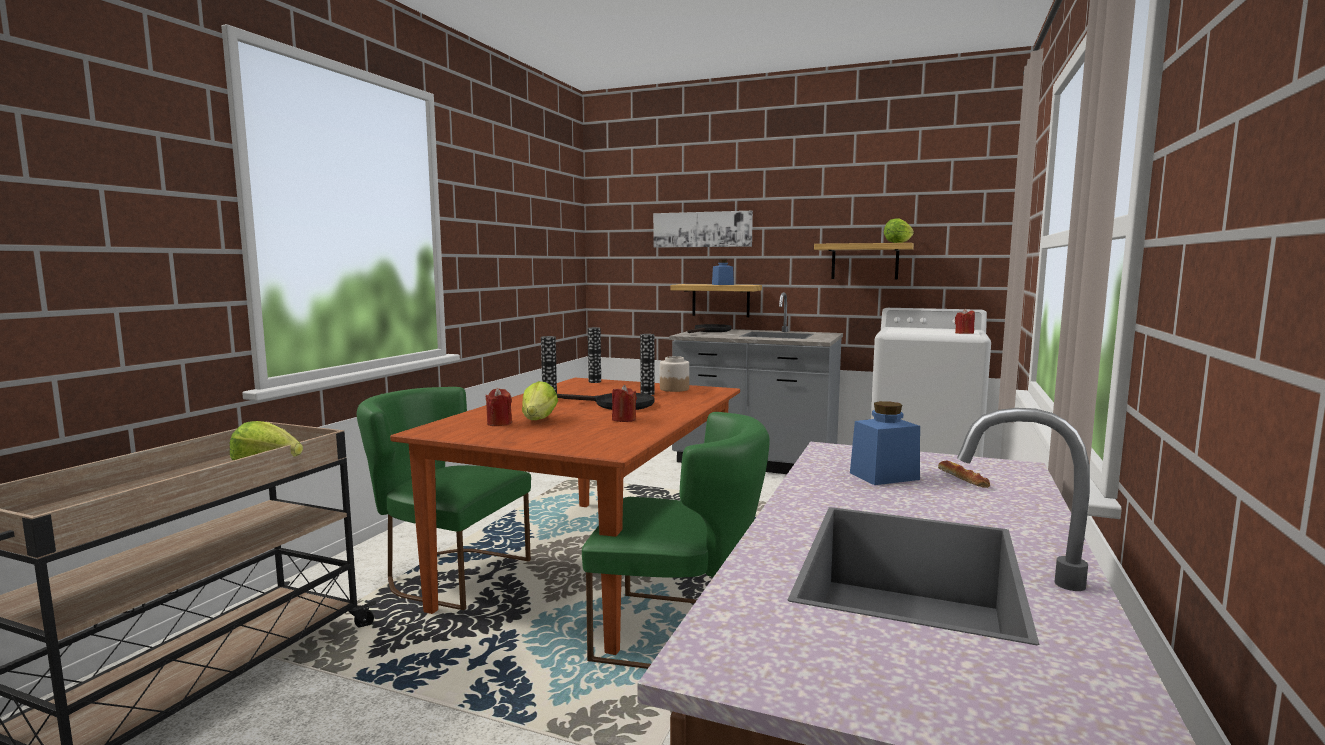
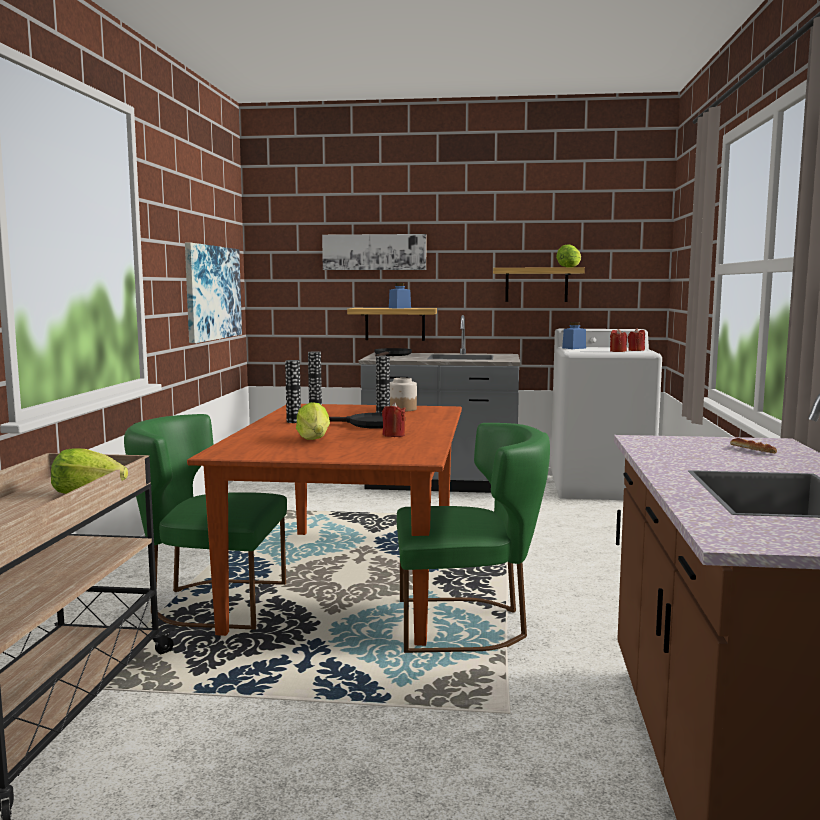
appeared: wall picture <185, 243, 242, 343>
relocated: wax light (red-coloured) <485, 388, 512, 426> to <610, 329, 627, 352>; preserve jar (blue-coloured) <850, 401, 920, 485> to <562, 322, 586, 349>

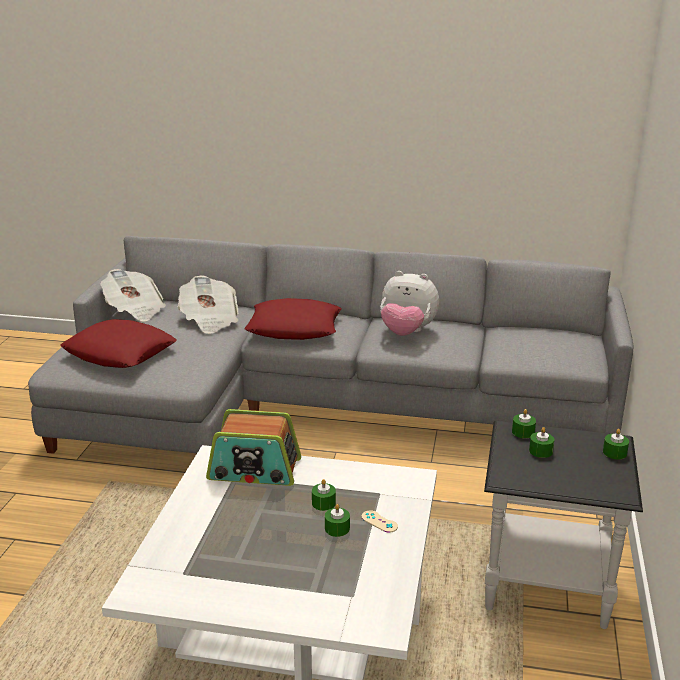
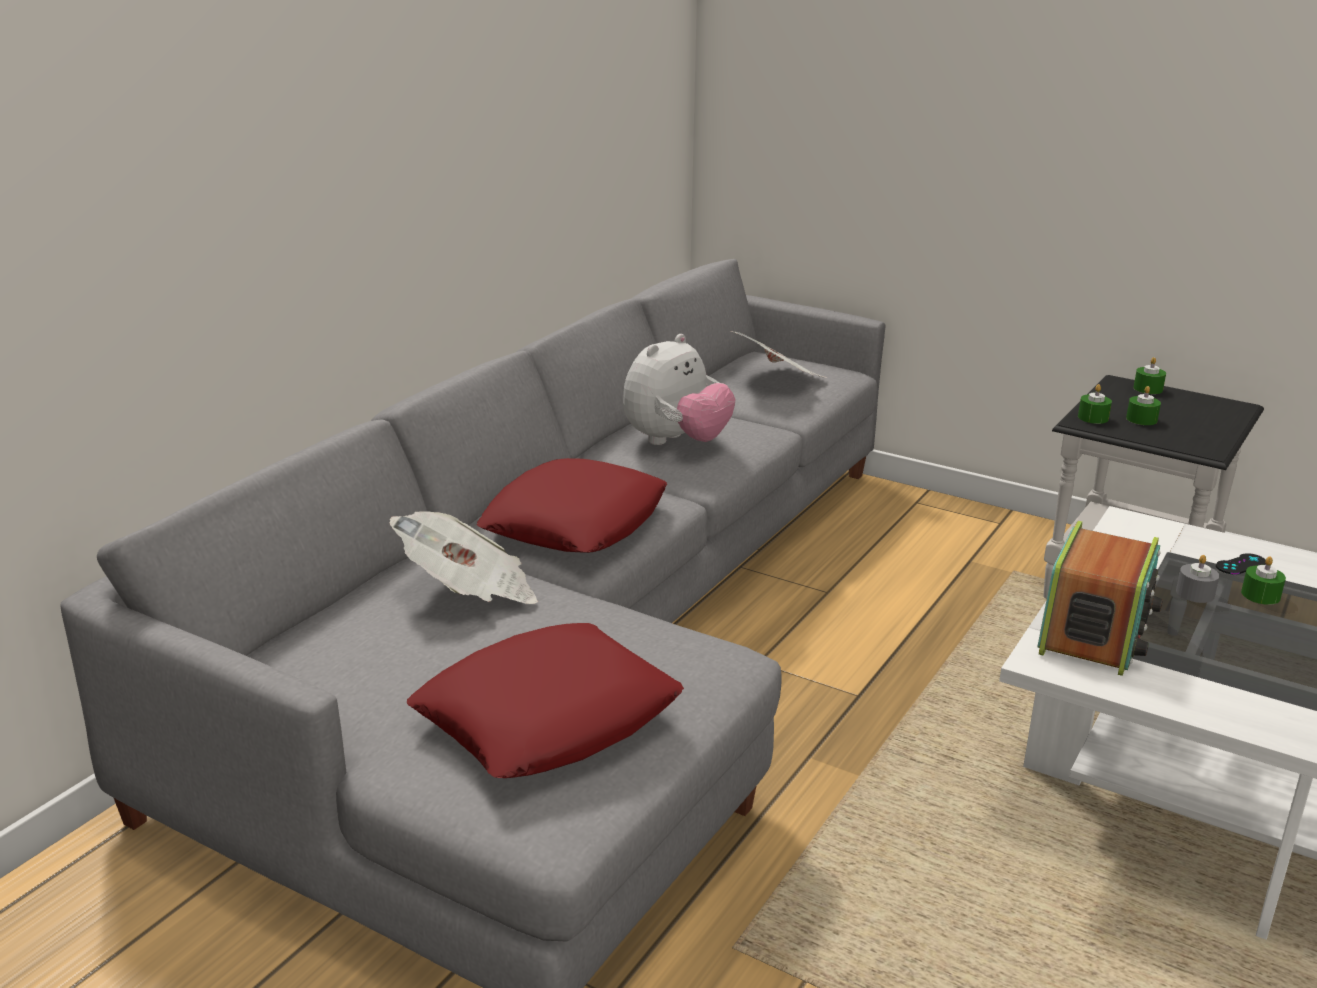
relocated: daily paper <100, 269, 166, 322> to <731, 331, 824, 377>
colour: wax light (greenish) <312, 479, 336, 511> to wax light (grey) <1176, 555, 1219, 603>; game controller (beige-coloured) <361, 511, 398, 533> to game controller (black-coloured) <1216, 553, 1266, 574>

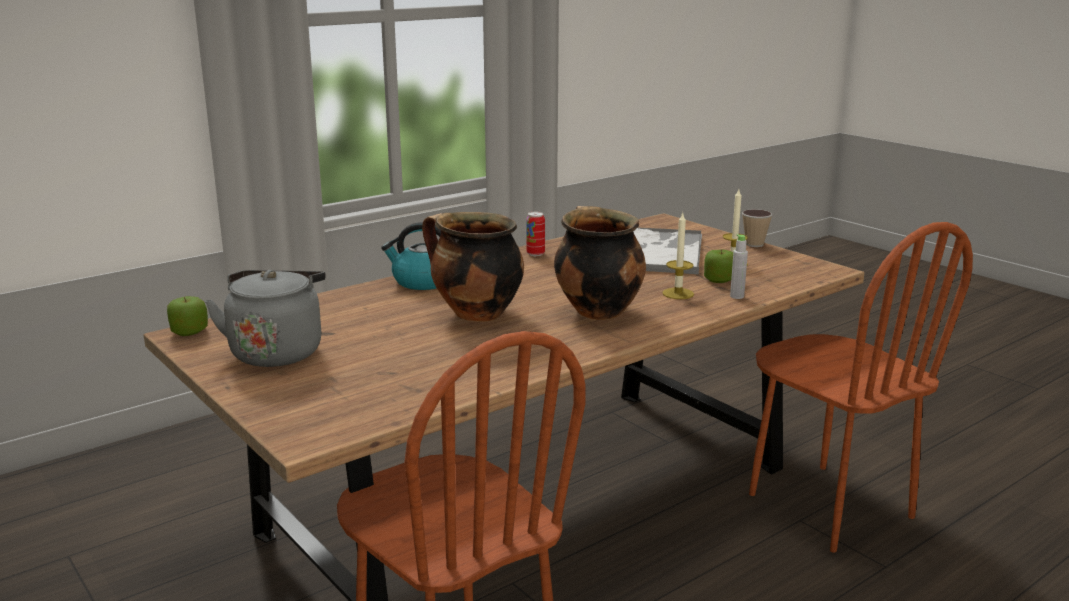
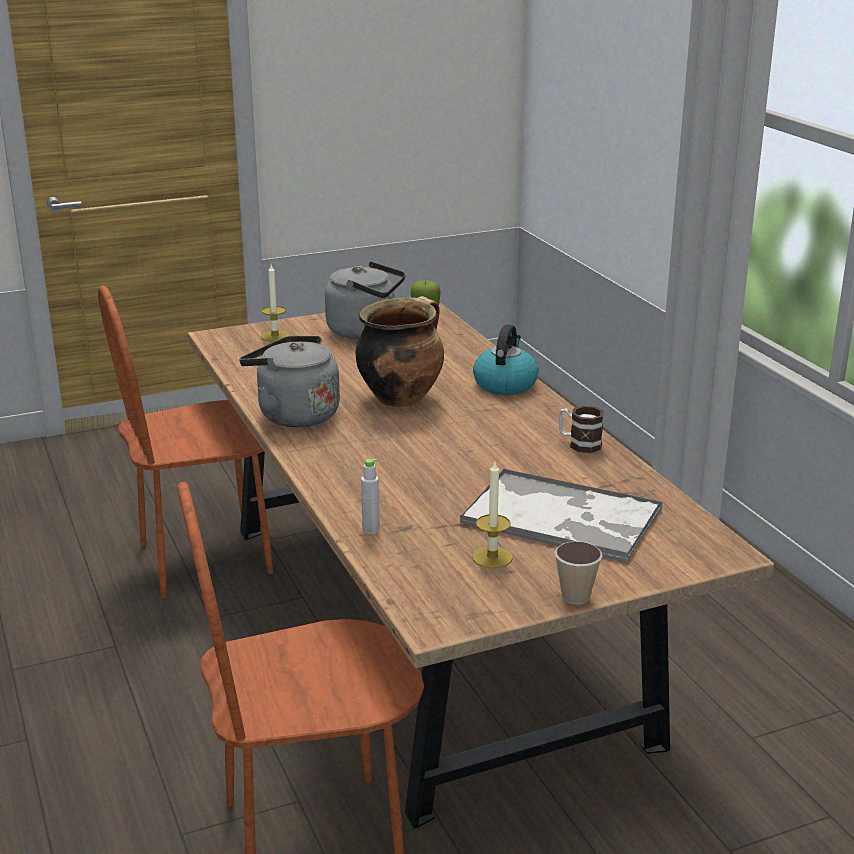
missing: stockpot <554, 206, 646, 320>; apple <704, 249, 733, 283>
appeared: kettle (grey) <239, 336, 340, 427>
relocated: wax light <662, 213, 694, 299> to <261, 265, 289, 342>
exchanged: sealed can <526, 212, 545, 256> to mug <559, 406, 604, 453>

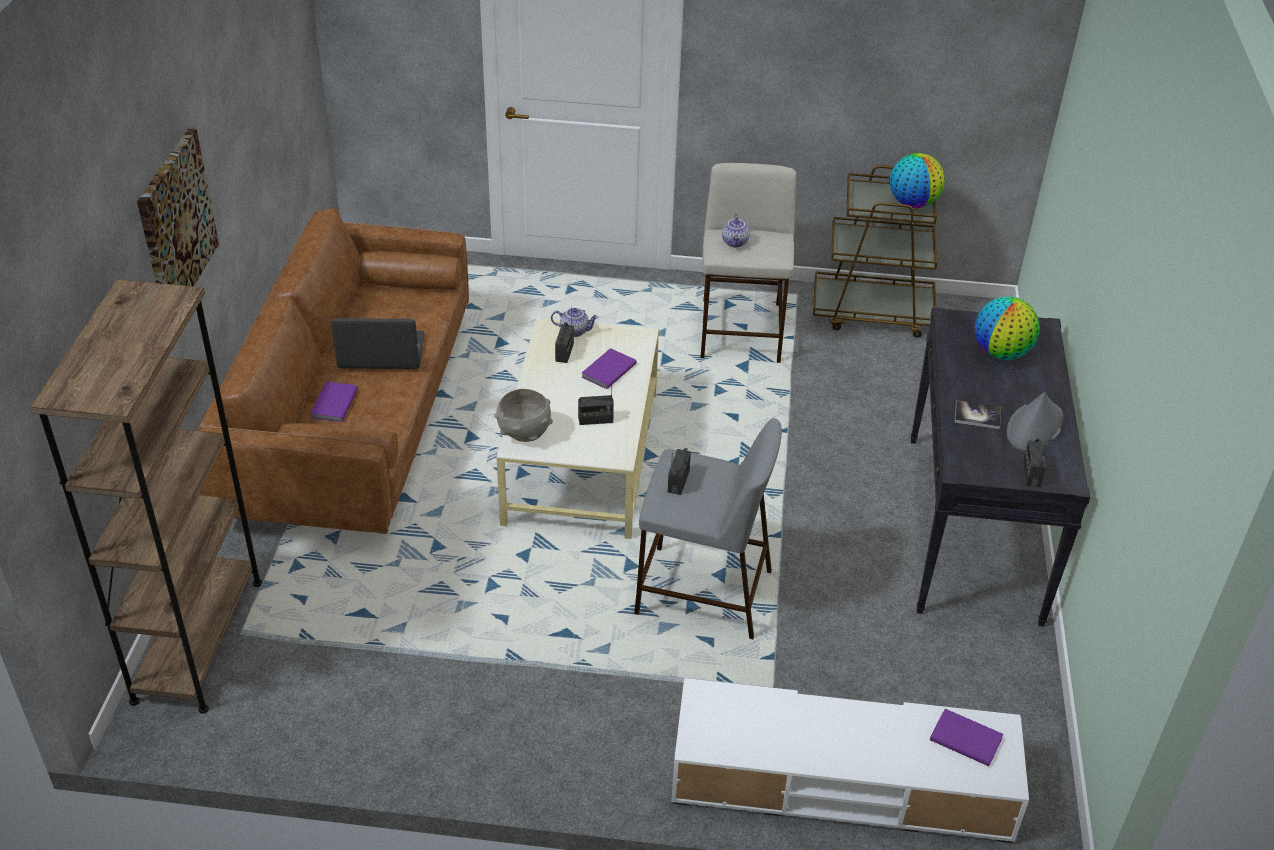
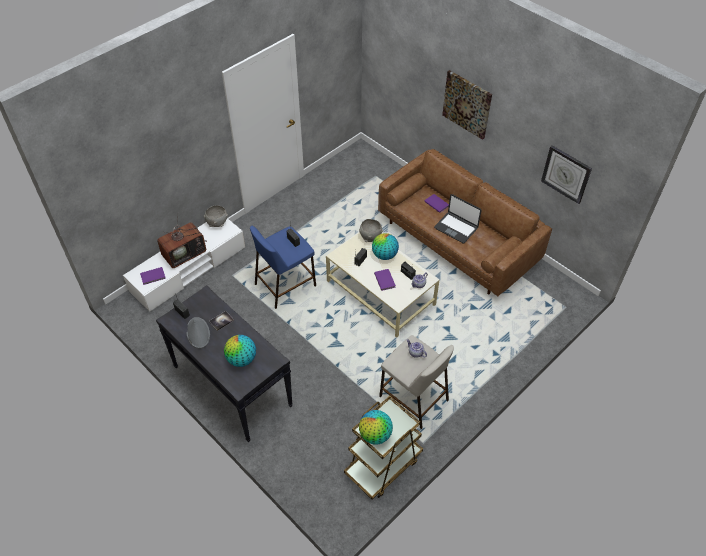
missing: shelving unit (brown-coloured) <30, 279, 262, 714>
appeared: TV <157, 218, 207, 268>; serving bowl (grey) <204, 205, 228, 227>; desk globe <372, 233, 399, 260>; clock on the wall <541, 145, 592, 204>
colour: stool (grey) <634, 418, 782, 639> to stool (blue-coloured) <250, 226, 316, 309>
spun: notebook computer <331, 318, 425, 369> = <434, 194, 482, 243> 90 degrees clockwise

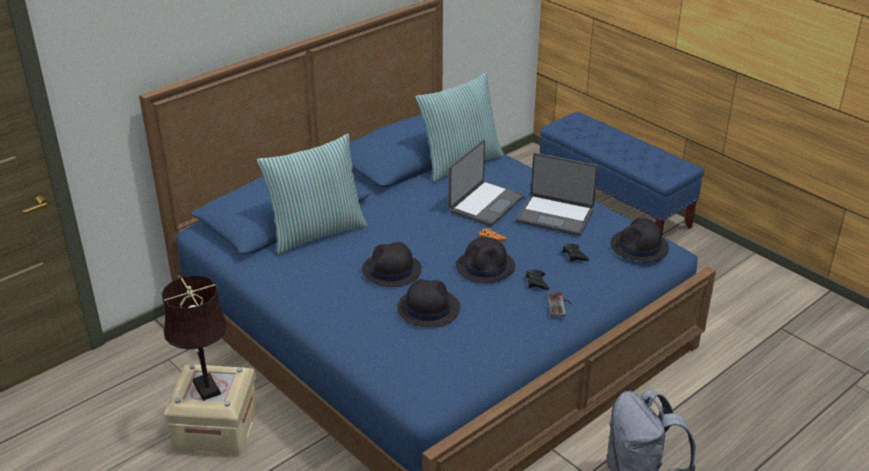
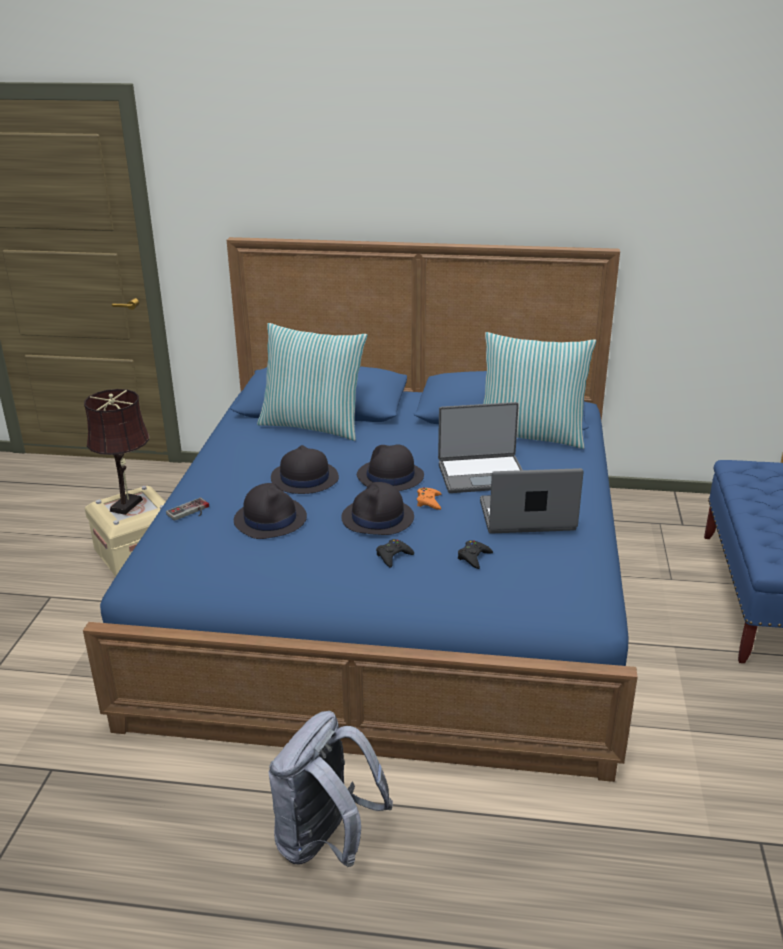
relocated: game controller <548, 292, 572, 317> to <166, 497, 209, 521>; clothing hat (black-coloured) <610, 218, 669, 262> to <357, 445, 424, 491>
spun: notebook computer <516, 153, 598, 236> = <480, 468, 584, 534> 105 degrees clockwise

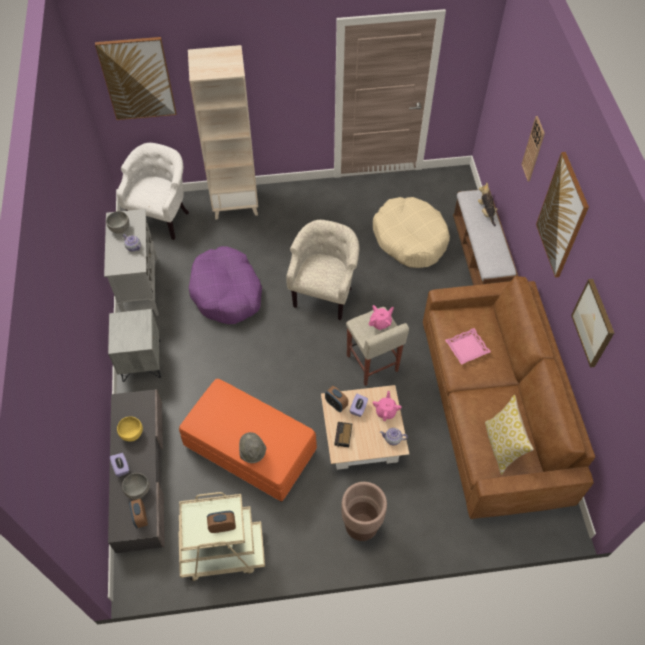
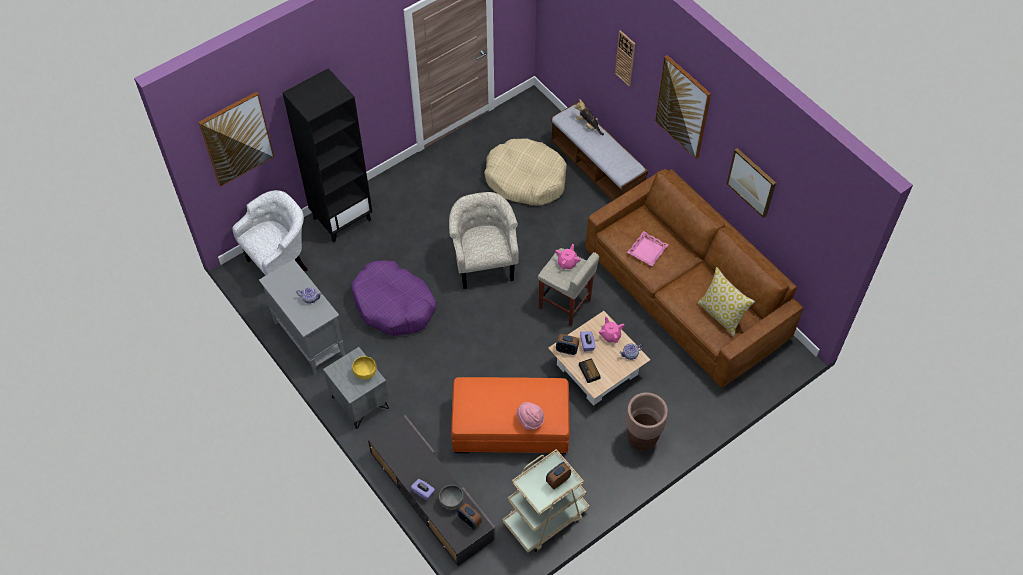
missing: serving bowl (grey) <106, 211, 129, 234>
relocated: serving bowl (yellow) <117, 416, 143, 442> to <352, 356, 377, 380>
colour: shelving unit (beige-coloured) <188, 45, 258, 220> to shelving unit (black-coloured) <283, 68, 372, 243>; clothing hat (grey) <239, 432, 266, 463> to clothing hat (pinkish) <517, 402, 544, 430>
spun: lounge chair (white) <117, 143, 189, 240> = <232, 190, 307, 275> 60 degrees clockwise

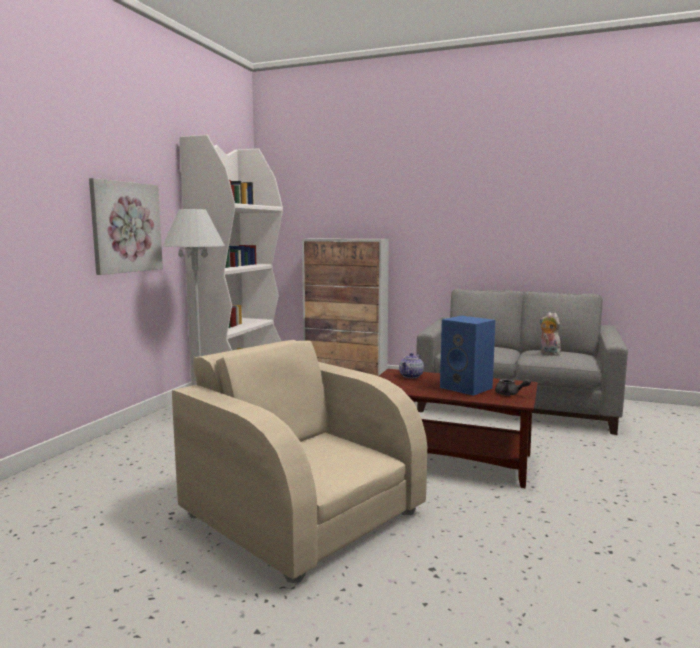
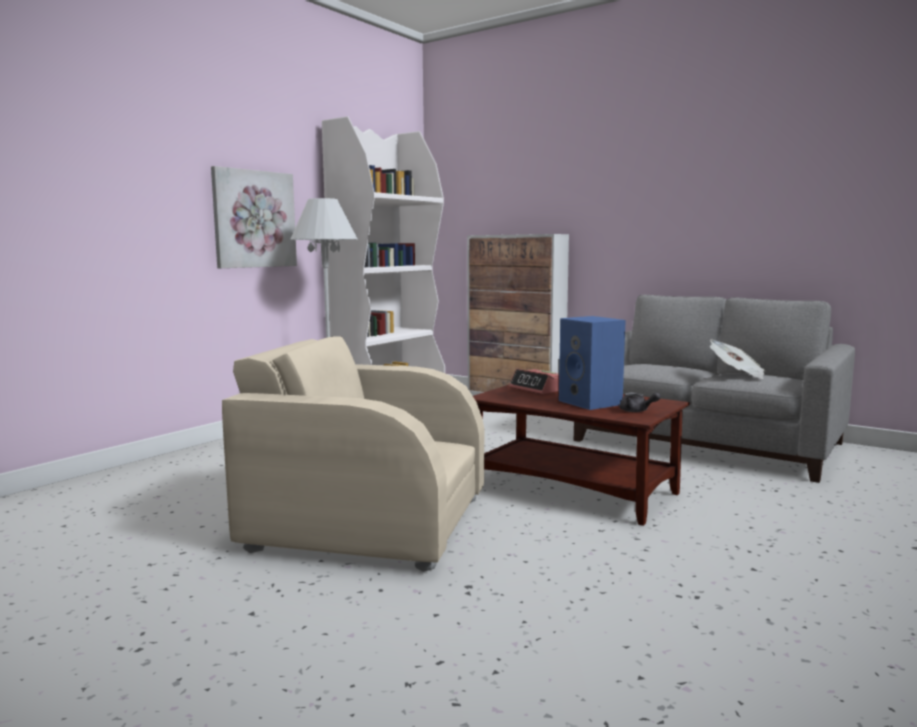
exchanged: pot for tea <399, 353, 424, 378> to bedside clock <509, 369, 559, 394>; plush toy <540, 312, 561, 356> to daily paper <710, 339, 766, 379>
spun: lounge chair (beige-coloured) <172, 340, 427, 583> = <222, 336, 484, 572> 45 degrees counterclockwise

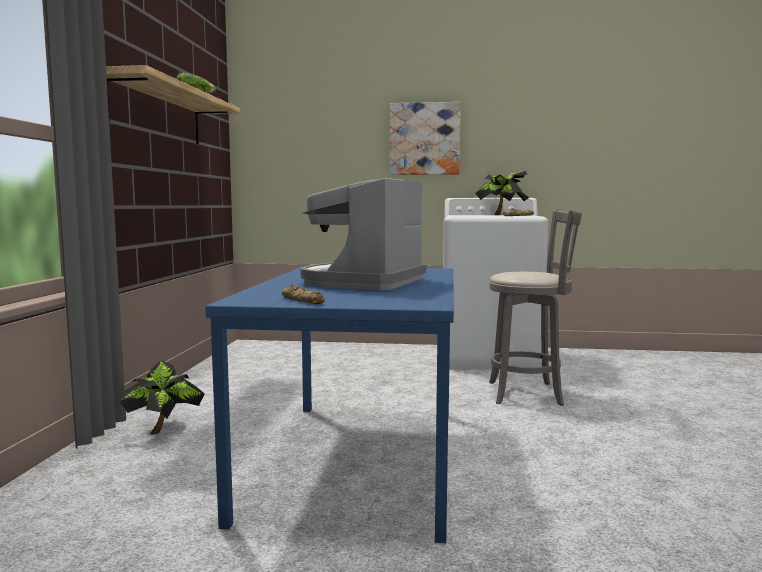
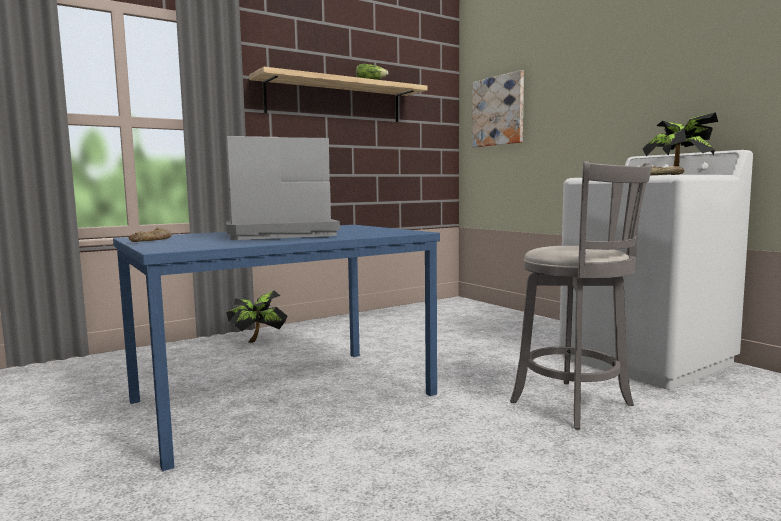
relocated: wall picture <390, 102, 461, 175> to <472, 70, 524, 148>

